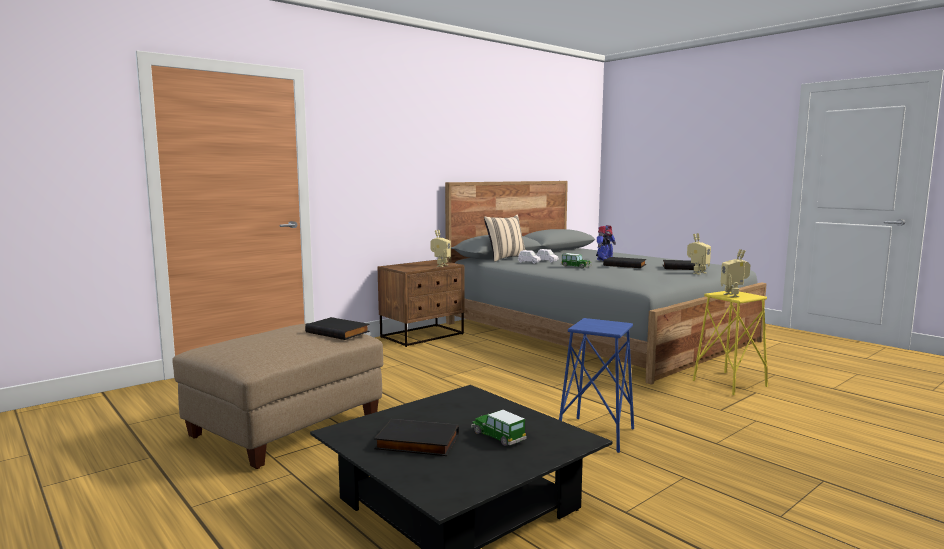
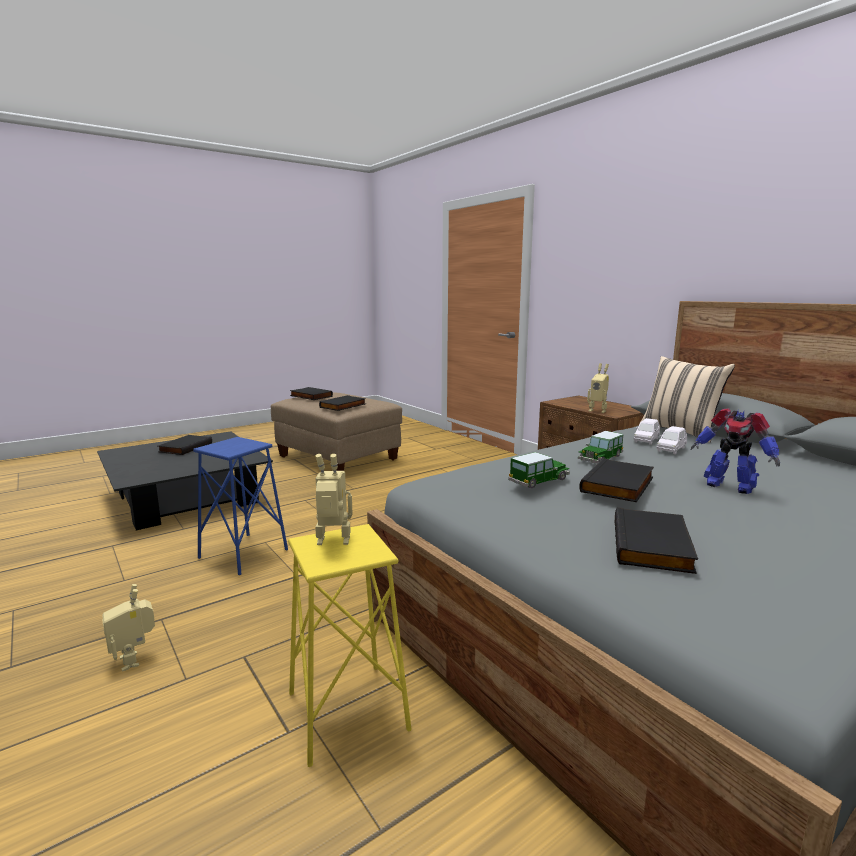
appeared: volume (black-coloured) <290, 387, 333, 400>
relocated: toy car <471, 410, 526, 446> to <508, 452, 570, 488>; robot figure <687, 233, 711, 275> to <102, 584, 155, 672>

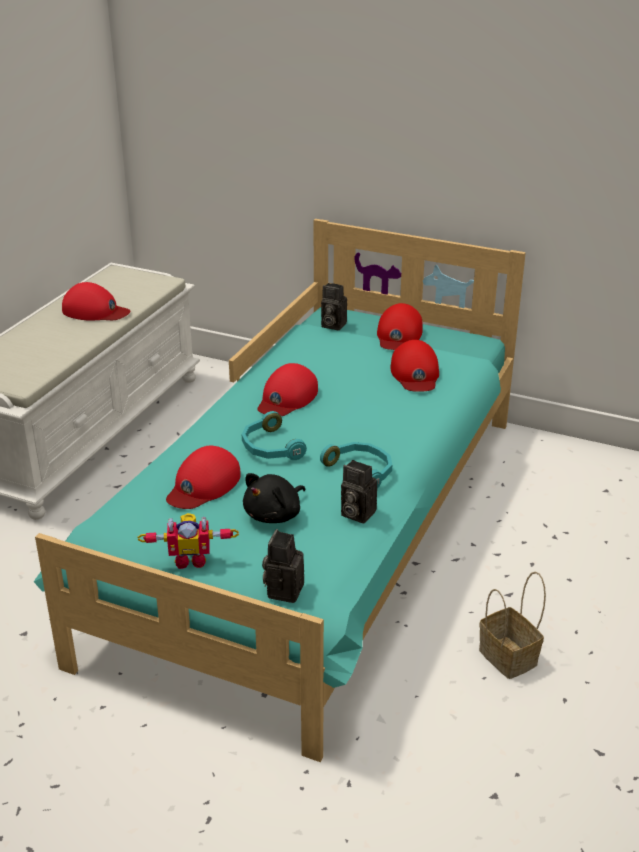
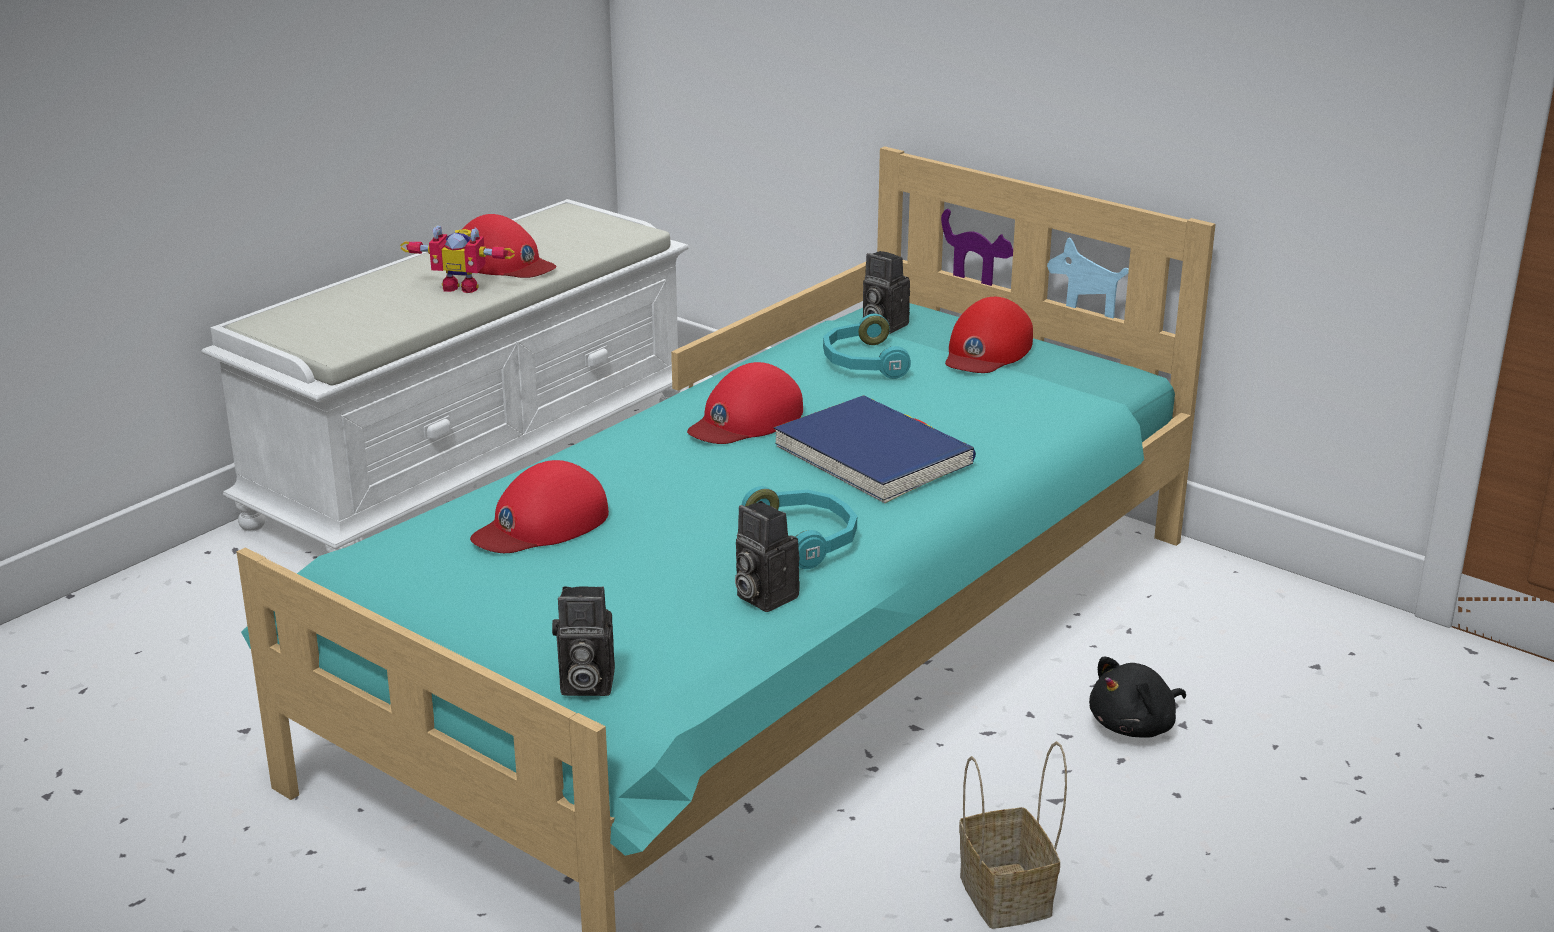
missing: baseball cap (red-coloured) <391, 340, 439, 392>
appeared: volume (blue-coloured) <774, 395, 976, 503>
relocated: robot figure <137, 513, 239, 569> to <400, 225, 515, 293>; headphones (turquoise-coloured) <242, 411, 307, 460> to <823, 314, 911, 379>; plush toy (black-coloured) <243, 473, 305, 523> to <1089, 657, 1186, 738>
spun: photo camera <262, 529, 304, 603> = <552, 586, 615, 696> 120 degrees counterclockwise

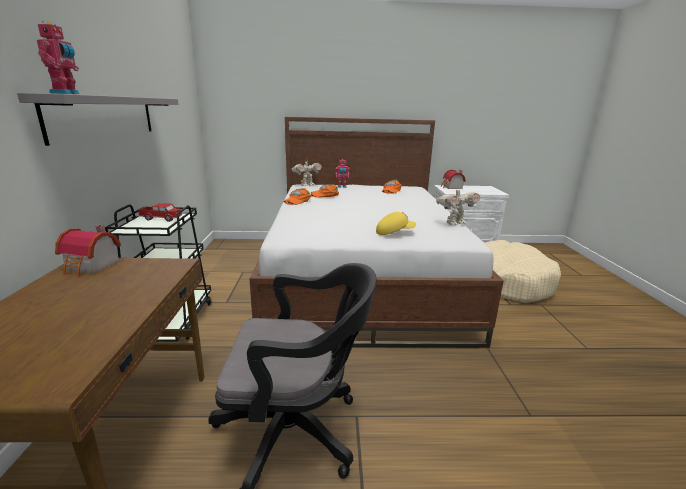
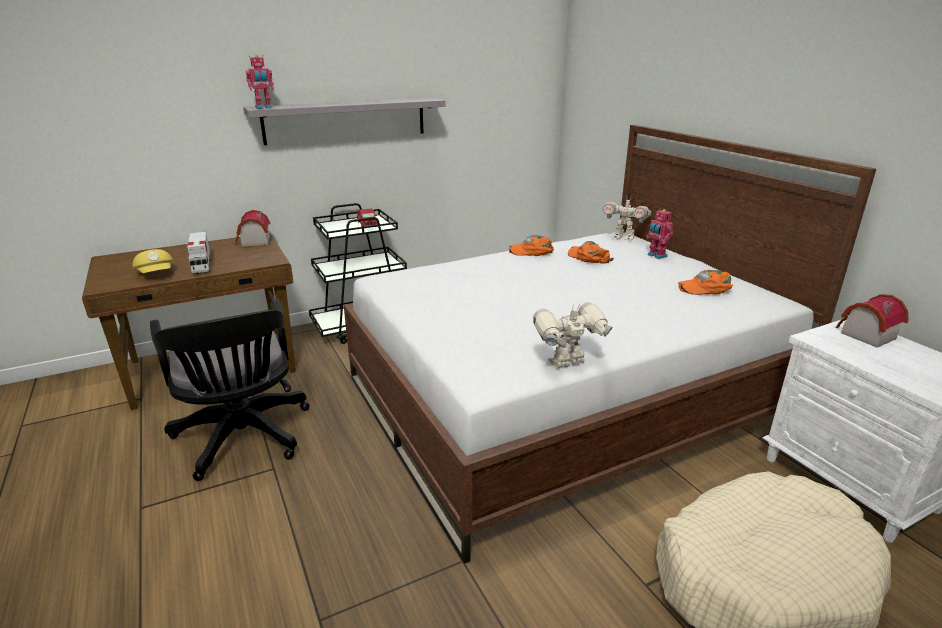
appeared: toy lorry <187, 232, 211, 274>
relocated: baseball cap (yellow) <376, 212, 416, 235> to <133, 249, 173, 273>
spun: robot figure <436, 187, 480, 225> = <533, 302, 612, 368> 120 degrees clockwise

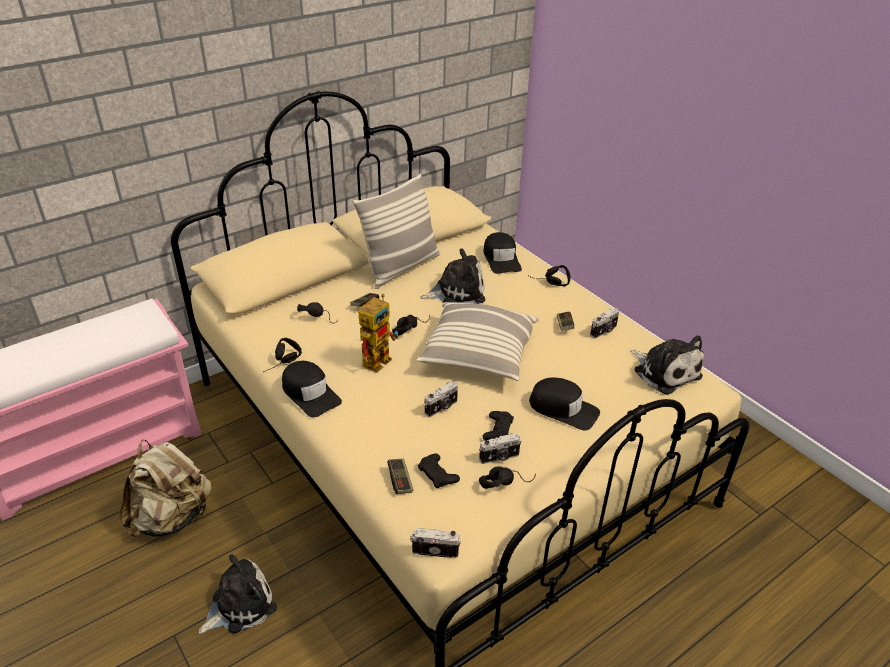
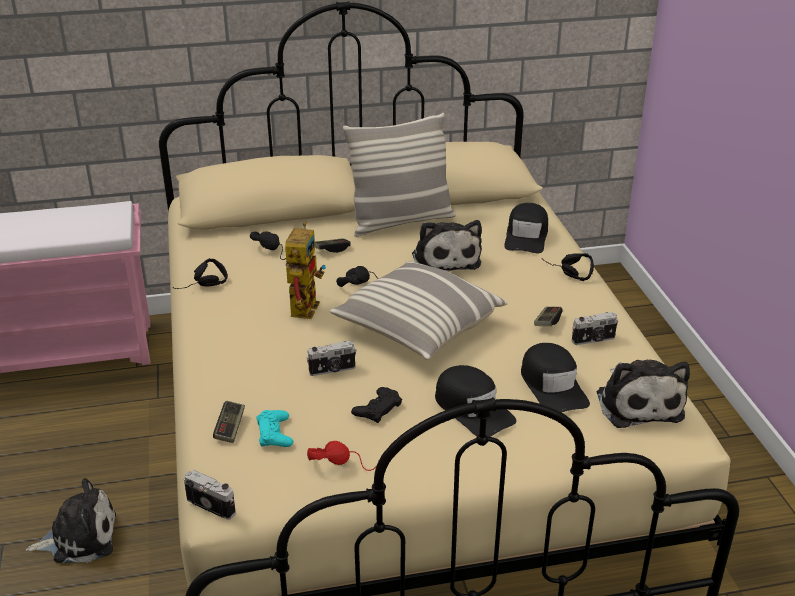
missing: backpack (beige-coloured) <119, 440, 212, 537>; photo camera <479, 433, 522, 464>
relocated: baseball cap (black-coloured) <282, 361, 342, 417> to <521, 343, 590, 412>
colour: game controller (black-coloured) <418, 453, 460, 489> to game controller (turquoise-coloured) <256, 410, 294, 447>; headphones (black-coloured) <479, 466, 536, 489> to headphones (red-coloured) <307, 441, 377, 471>
spun: robot figure <359, 294, 399, 373> = <285, 222, 326, 319> 45 degrees counterclockwise; plush toy <420, 248, 485, 304> = <412, 220, 482, 272> 60 degrees clockwise

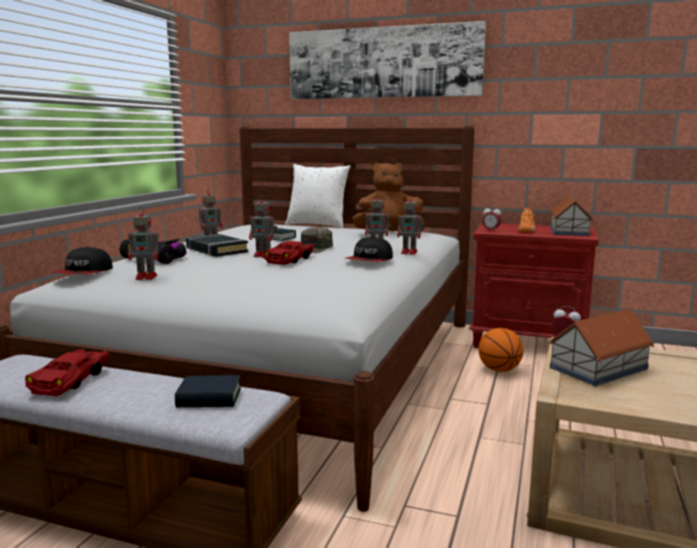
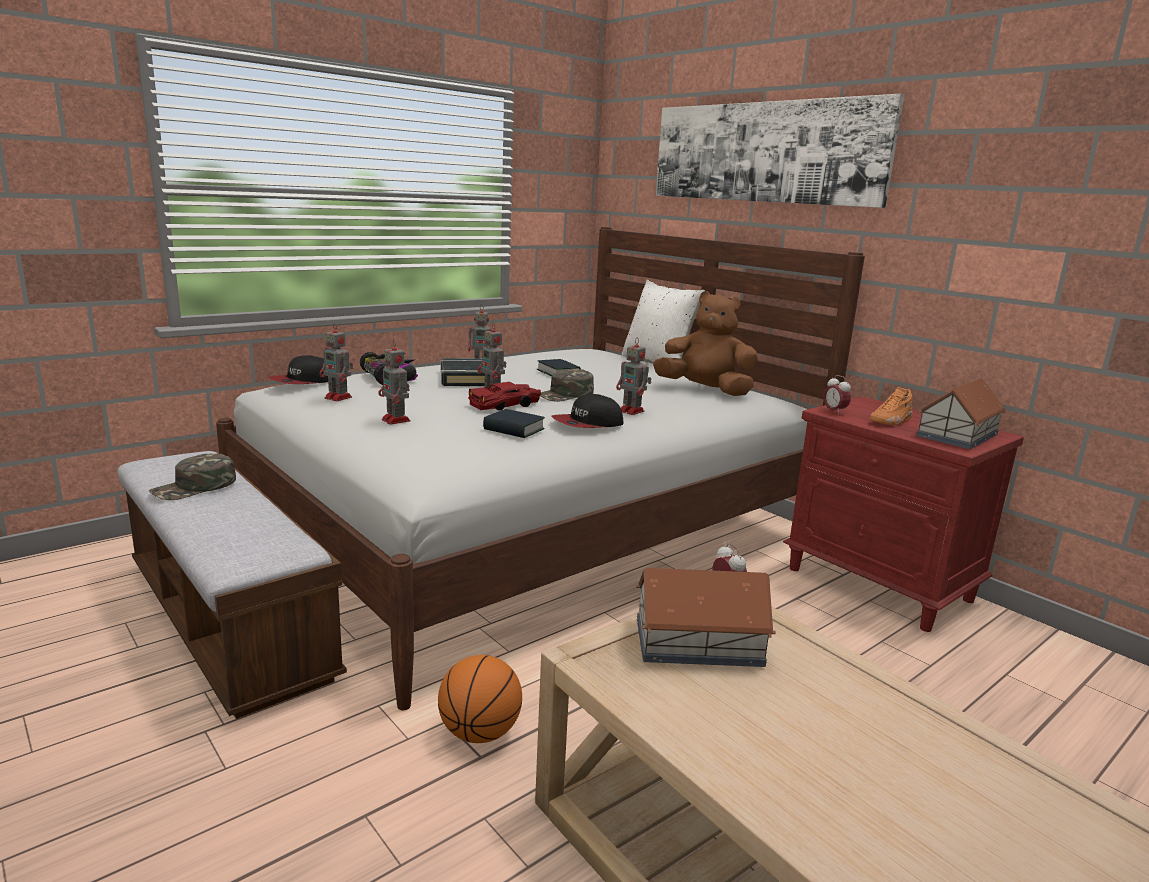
relocated: volume <175, 375, 241, 407> to <483, 409, 545, 438>; robot figure <397, 195, 424, 255> to <379, 340, 410, 425>; basketball <478, 328, 523, 372> to <438, 655, 522, 743>
exchanged: toy car (red-coloured) <25, 349, 109, 396> to baseball cap (greenish) <149, 454, 236, 500>

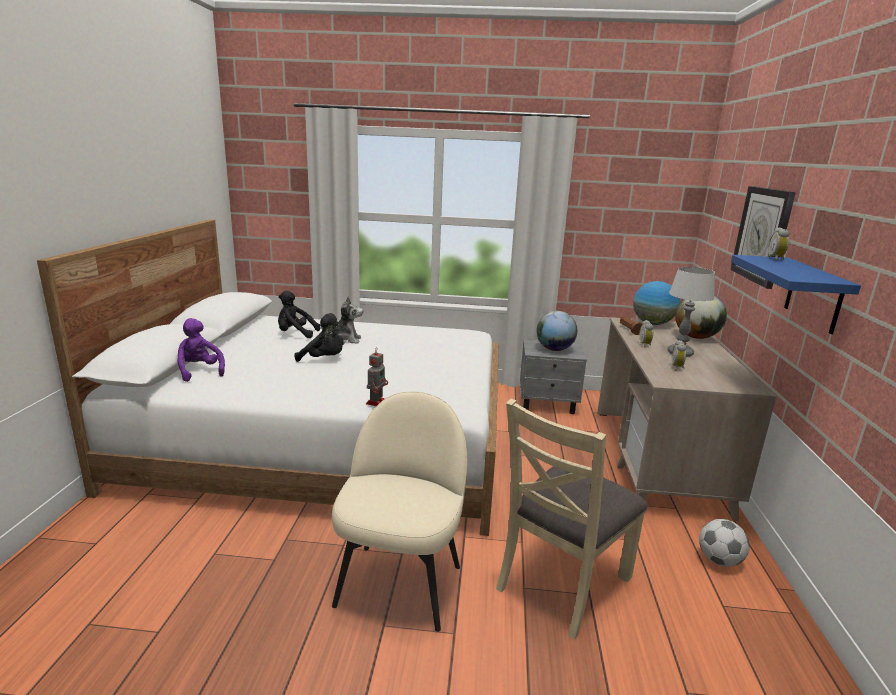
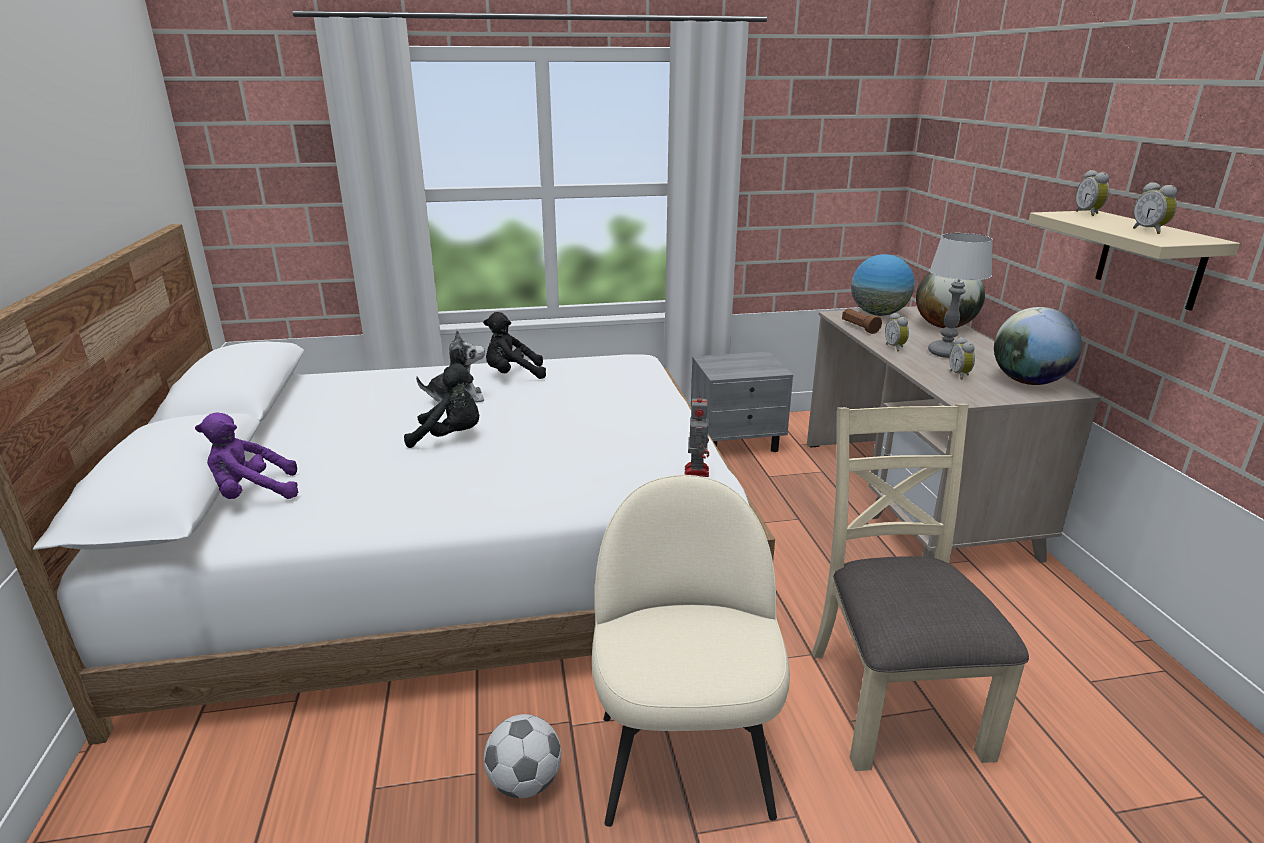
missing: clock on the wall <731, 186, 796, 289>
appeared: bedside clock <1133, 182, 1177, 234>
relocated: plush toy (black-coloured) <278, 291, 320, 338> to <483, 312, 546, 379>; robot figure <366, 347, 388, 406> to <685, 396, 709, 477>; desk globe <536, 311, 577, 351> to <994, 307, 1082, 385>; football <699, 519, 750, 567> to <484, 714, 561, 798>
colour: bracket shelf (blue-coloured) <731, 255, 861, 334> to bracket shelf (beige-coloured) <1028, 210, 1240, 311>
spun: plush toy (purplish) <177, 318, 225, 382> = <195, 413, 298, 499> 60 degrees counterclockwise; plain chair (beige-coloured) <496, 399, 648, 640> = <812, 404, 1029, 771> 150 degrees clockwise

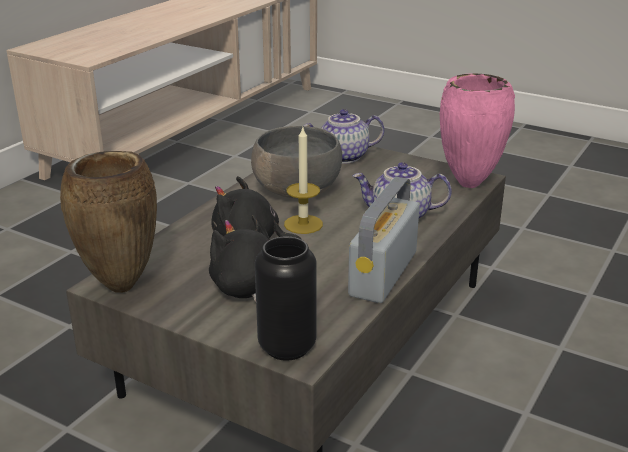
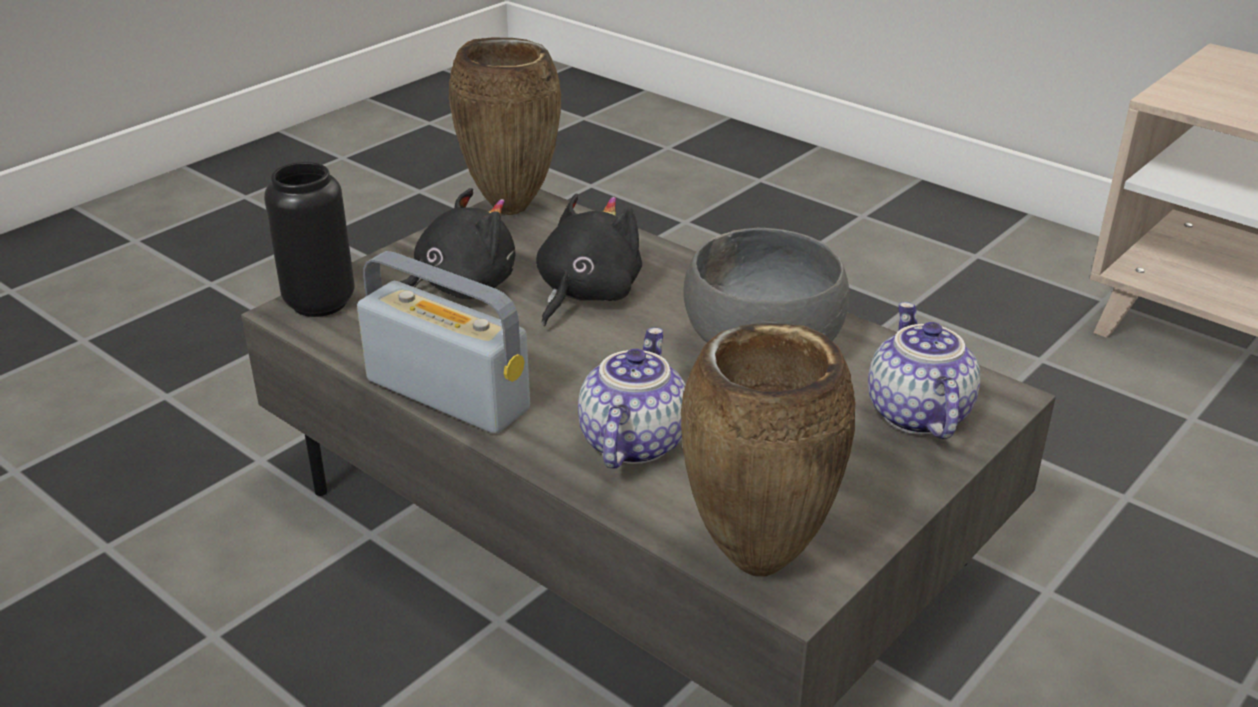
missing: wax light <284, 128, 323, 234>
colour: vase (pinkish) <440, 73, 515, 188> to vase (brown-coloured) <681, 323, 855, 576>

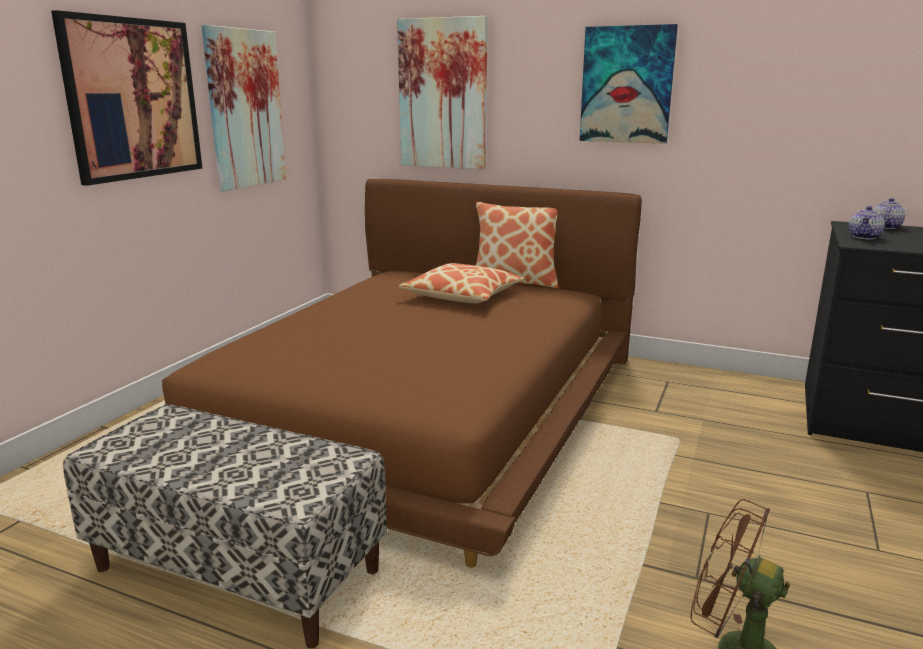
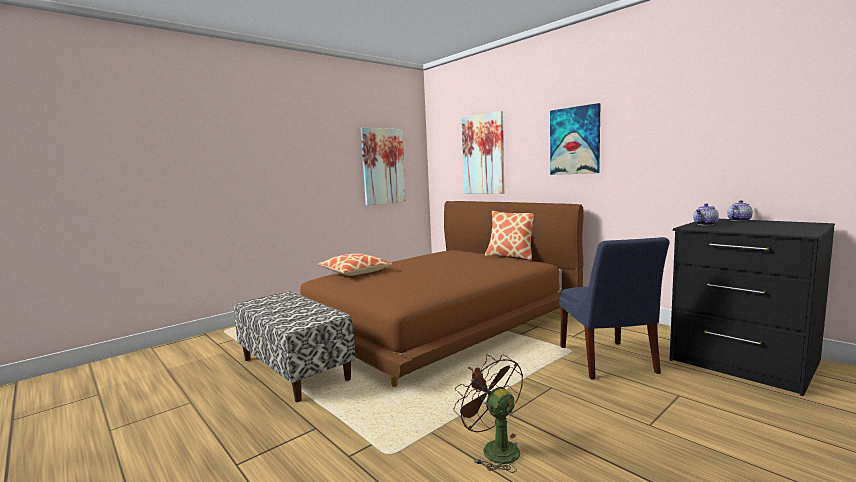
missing: wall picture <51, 10, 203, 186>
appeared: plain chair (blue-coloured) <559, 237, 670, 380>
relocated: throw pillow <398, 263, 524, 303> to <318, 253, 393, 276>

